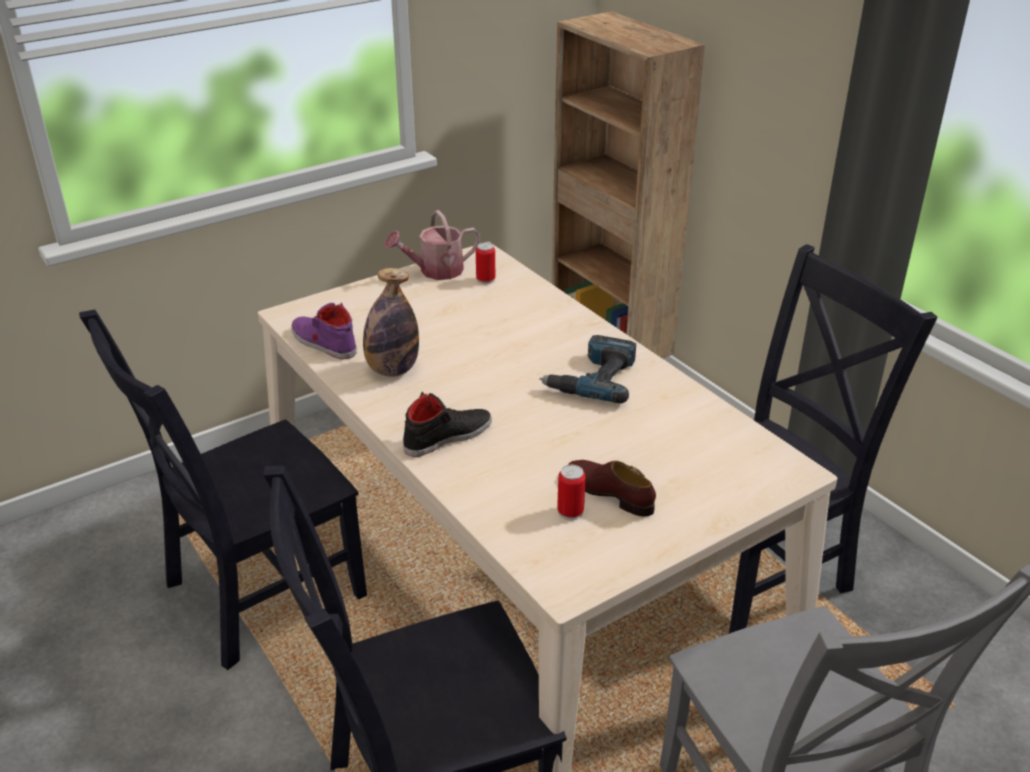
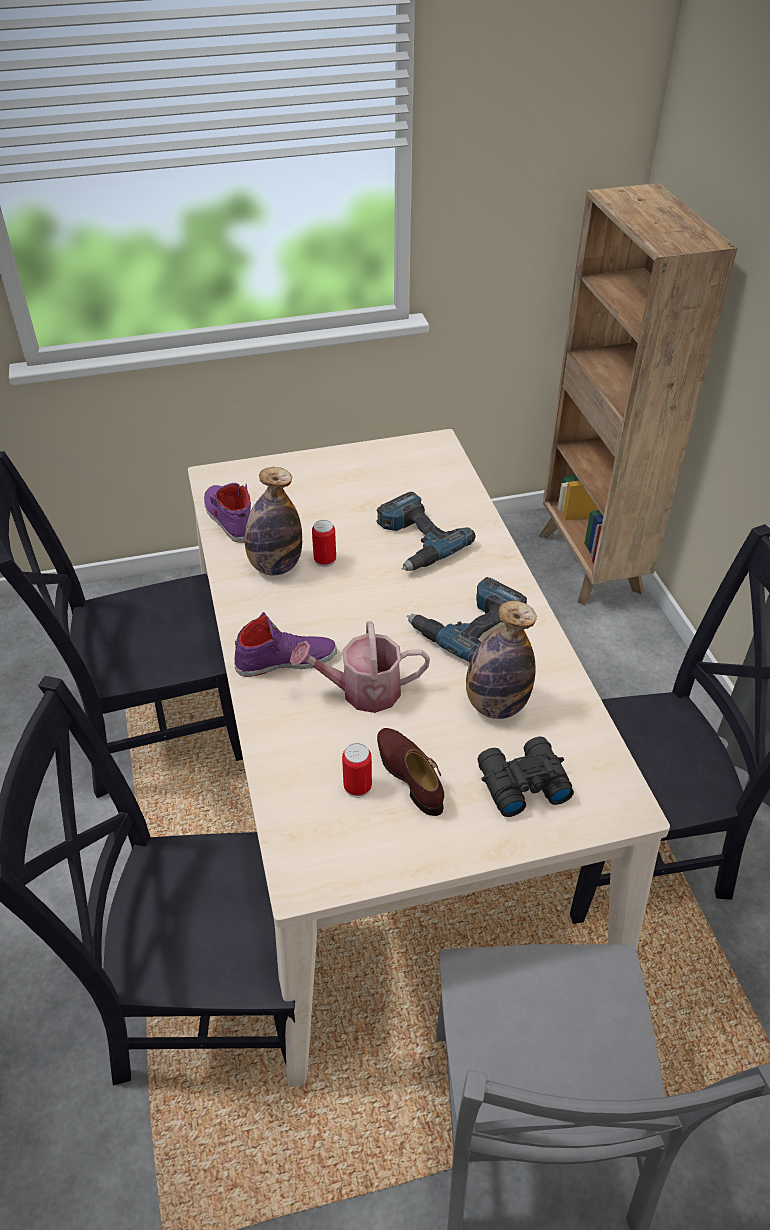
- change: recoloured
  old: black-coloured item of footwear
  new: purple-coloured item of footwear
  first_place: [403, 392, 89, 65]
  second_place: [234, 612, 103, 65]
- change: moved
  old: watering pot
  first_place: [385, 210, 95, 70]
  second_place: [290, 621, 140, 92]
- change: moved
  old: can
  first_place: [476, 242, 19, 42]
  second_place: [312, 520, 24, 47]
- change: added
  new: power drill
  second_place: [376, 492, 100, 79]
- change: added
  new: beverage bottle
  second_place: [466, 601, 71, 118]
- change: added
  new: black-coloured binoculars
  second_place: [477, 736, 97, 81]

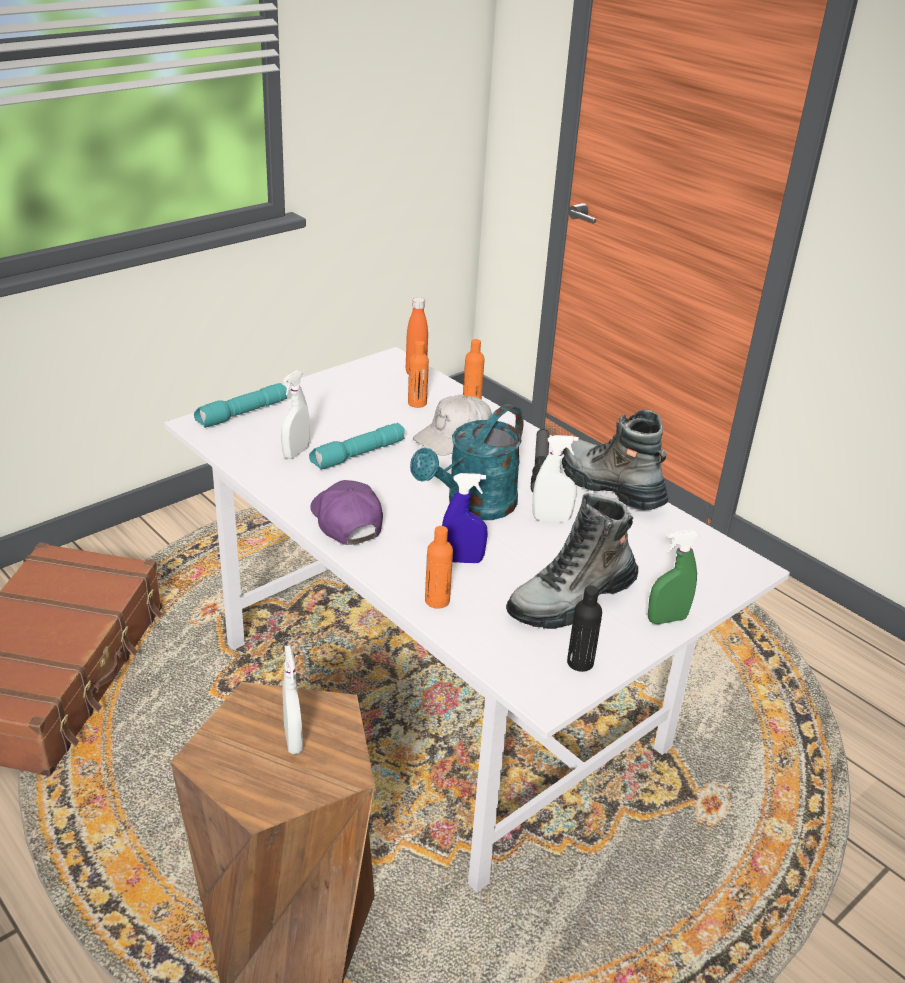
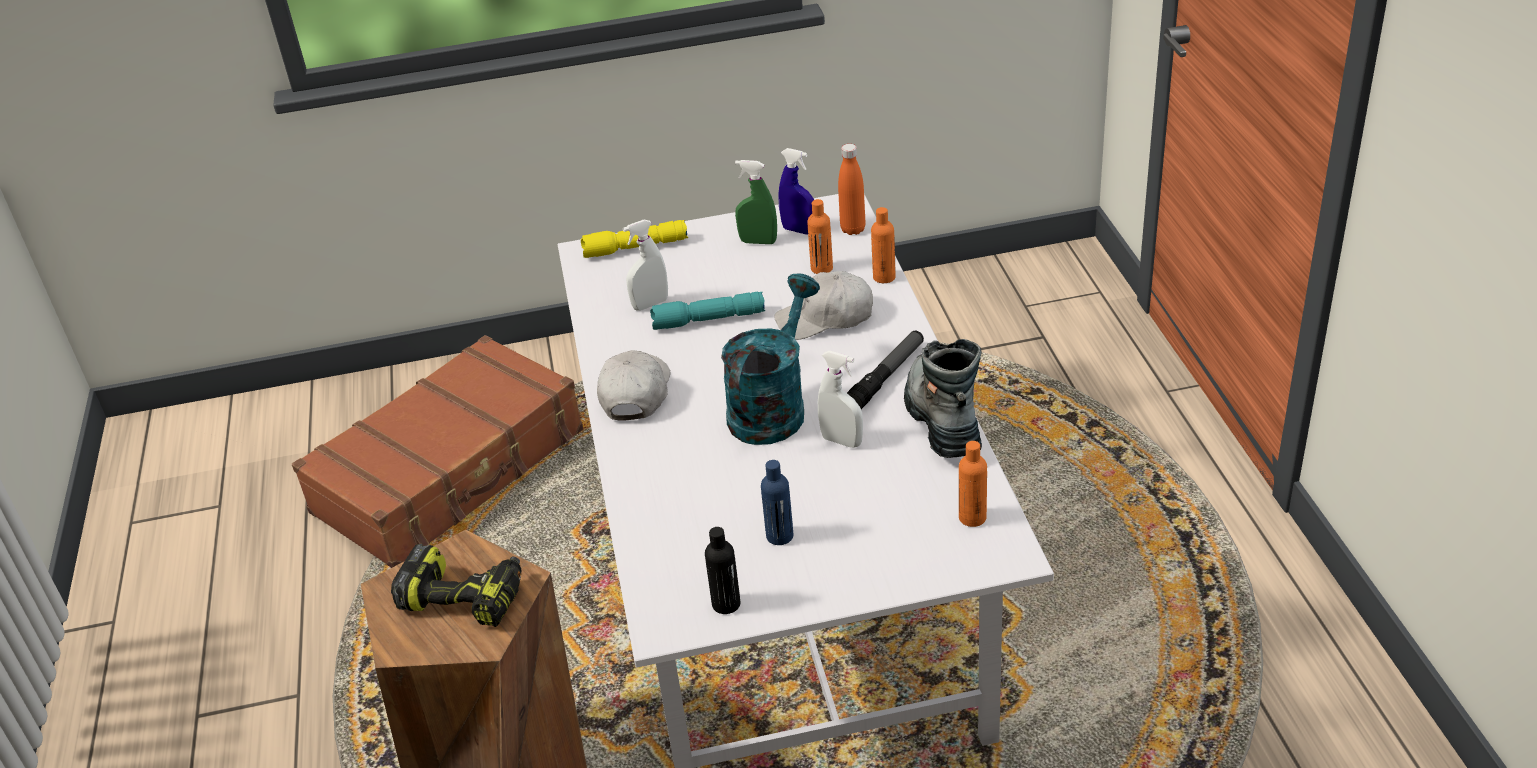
- change: replaced
  old: whitish spray bottle
  new: power drill
  first_place: [283, 645, 20, 109]
  second_place: [391, 544, 130, 83]
- change: recoloured
  old: turquoise-coloured torch
  new: yellowish torch
  first_place: [194, 383, 93, 45]
  second_place: [581, 220, 107, 38]
- change: recoloured
  old: purple-coloured peaked cap
  new: whitish peaked cap
  first_place: [310, 480, 73, 65]
  second_place: [597, 350, 73, 71]
- change: turned
  old: turquoise-coloured watering pot
  first_place: [410, 404, 114, 116]
  second_place: [721, 274, 99, 171]
  degrees: 135
- change: moved
  old: green-coloured spray bottle
  first_place: [648, 529, 52, 95]
  second_place: [735, 160, 42, 84]
- change: replaced
  old: high-top boot
  new: blue beverage bottle
  first_place: [506, 493, 132, 136]
  second_place: [761, 460, 33, 85]
- change: moved
  old: blue spray bottle
  first_place: [442, 473, 46, 90]
  second_place: [778, 148, 36, 87]
- change: moved
  old: orange beverage bottle
  first_place: [425, 526, 28, 83]
  second_place: [959, 441, 28, 86]

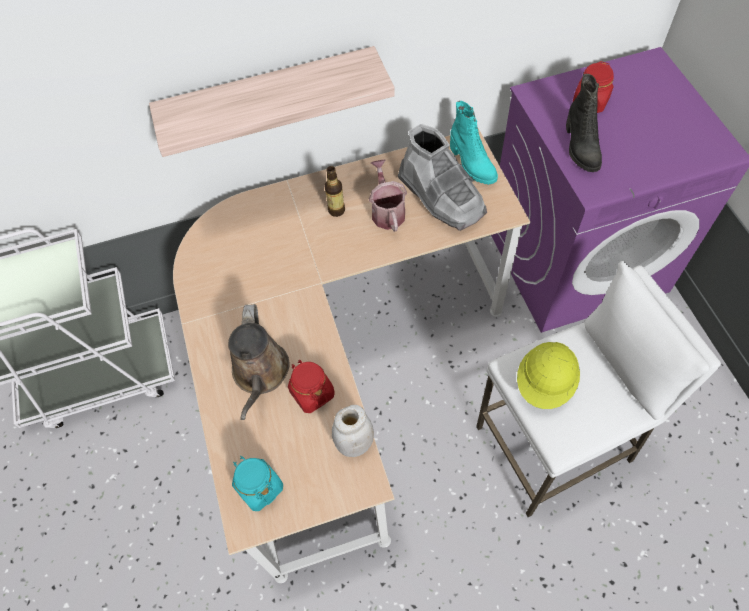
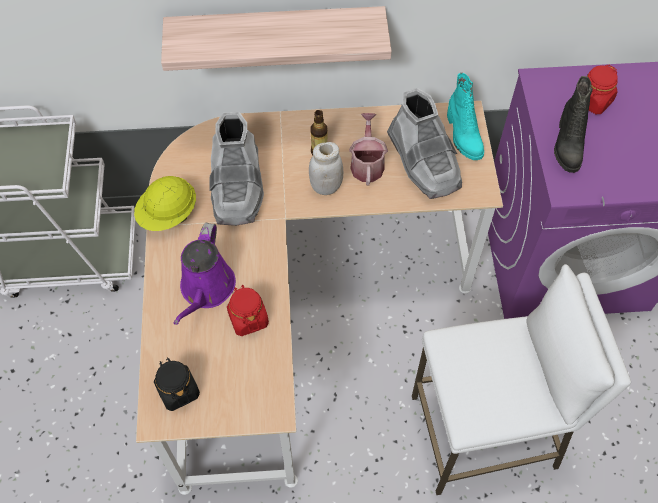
- change: moved
  old: yellowish work helmet
  first_place: [517, 342, 63, 67]
  second_place: [134, 176, 62, 55]
- change: recoloured
  old: turquoise-coloured jar
  new: black-coloured jar
  first_place: [232, 456, 51, 55]
  second_place: [154, 357, 46, 54]
- change: recoloured
  old: brown-coloured watering pot
  new: purple-coloured watering pot
  first_place: [228, 304, 62, 116]
  second_place: [174, 223, 62, 102]
- change: added
  new: greyish high-top boot
  second_place: [209, 112, 55, 114]
- change: moved
  old: whitish jar
  first_place: [332, 405, 42, 52]
  second_place: [309, 142, 34, 53]

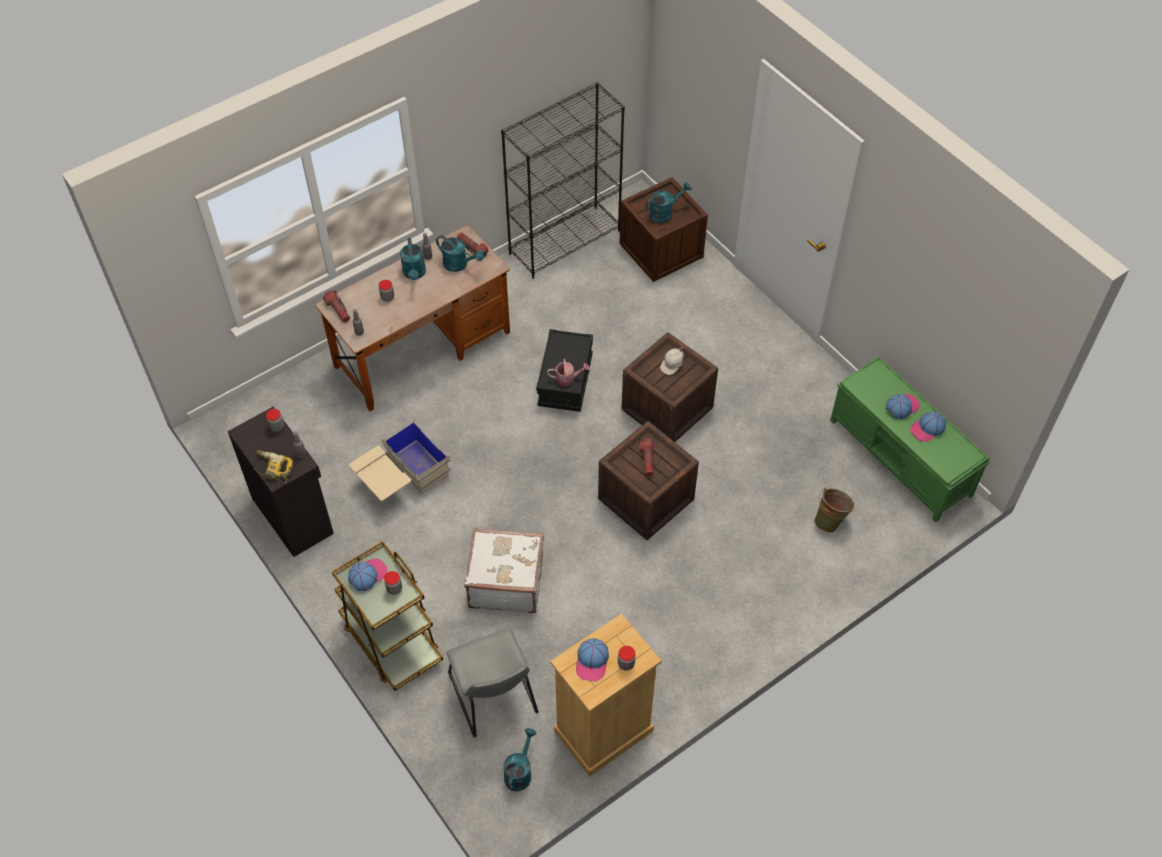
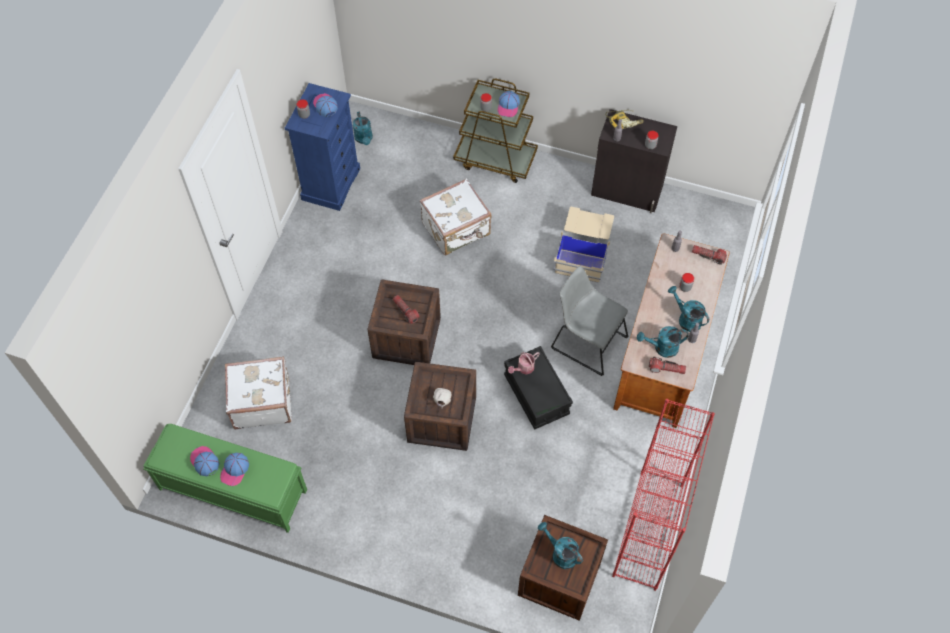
- change: turned
  old: peaked cap
  first_place: [910, 411, 36, 31]
  second_place: [190, 446, 29, 30]
  degrees: -60
- change: replaced
  old: green-coloured bucket
  new: whitish piece of luggage
  first_place: [814, 488, 40, 45]
  second_place: [225, 357, 67, 72]
- change: recoloured
  old: beige dresser
  new: blue dresser
  first_place: [550, 613, 112, 164]
  second_place: [285, 83, 75, 128]
- change: turned
  old: turquoise-coloured watering pot
  first_place: [645, 182, 46, 41]
  second_place: [538, 522, 45, 47]
  degrees: 105
- change: moved
  old: greyish chair
  first_place: [447, 629, 92, 109]
  second_place: [551, 266, 78, 110]
- change: recoloured
  old: black-coloured bookshelf
  new: red bookshelf
  first_place: [501, 82, 124, 197]
  second_place: [612, 399, 103, 192]

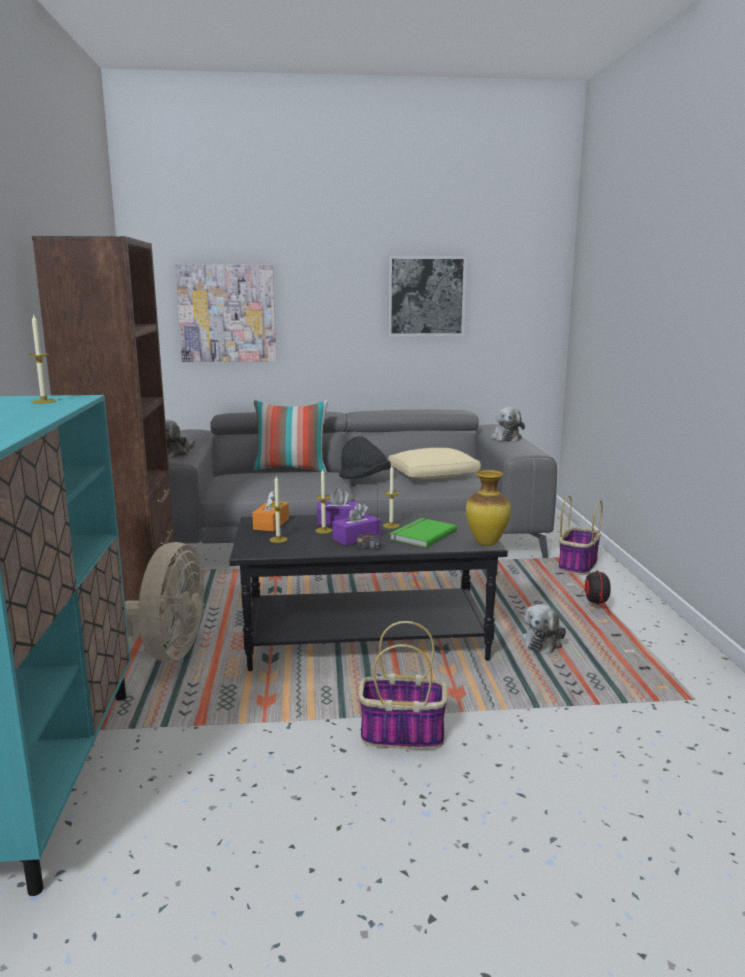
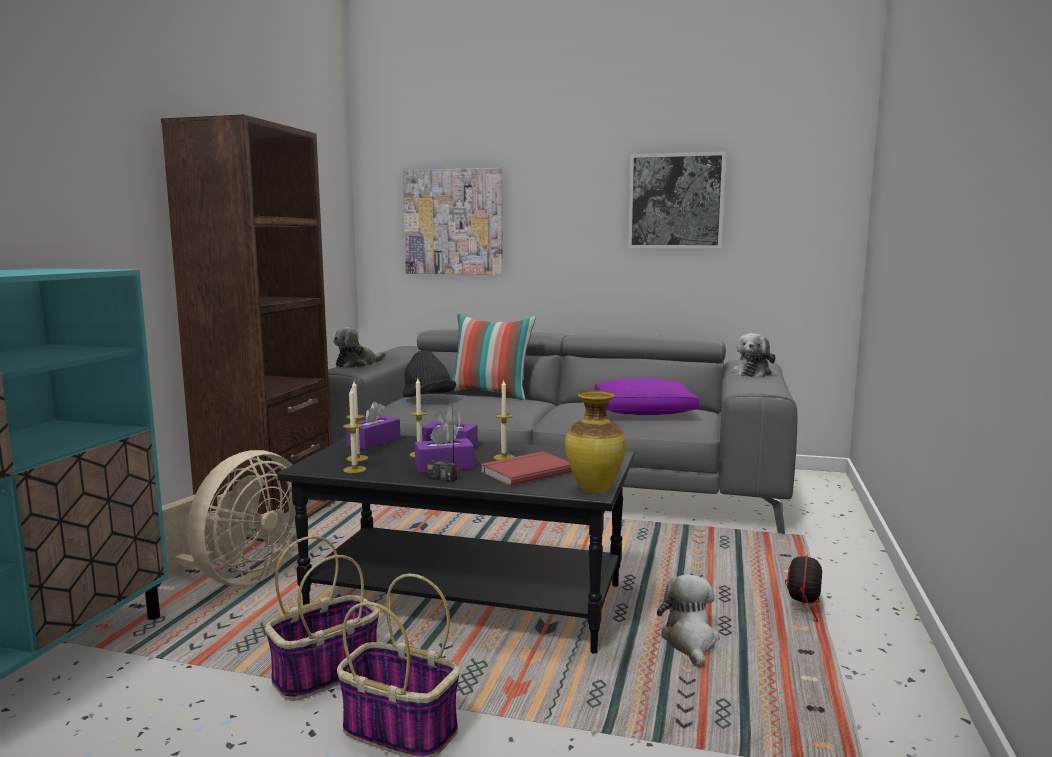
- change: moved
  old: storage basket
  first_place: [559, 495, 44, 80]
  second_place: [265, 536, 114, 165]
- change: moved
  old: wax candle
  first_place: [28, 315, 28, 88]
  second_place: [343, 388, 23, 85]
- change: recoloured
  old: orange tissue holder
  new: purple-coloured tissue holder
  first_place: [252, 490, 37, 42]
  second_place: [347, 402, 53, 48]
- change: moved
  old: black-coloured clothing hat
  first_place: [339, 436, 52, 43]
  second_place: [403, 350, 53, 47]
- change: recoloured
  old: green-coloured book
  new: red book
  first_place: [390, 518, 67, 30]
  second_place: [480, 452, 92, 34]
- change: recoloured
  old: beige cushion
  new: purple-coloured cushion
  first_place: [388, 448, 93, 31]
  second_place: [594, 378, 105, 37]
- change: turned
  old: plush toy
  first_place: [521, 604, 45, 49]
  second_place: [657, 574, 63, 95]
  degrees: 135

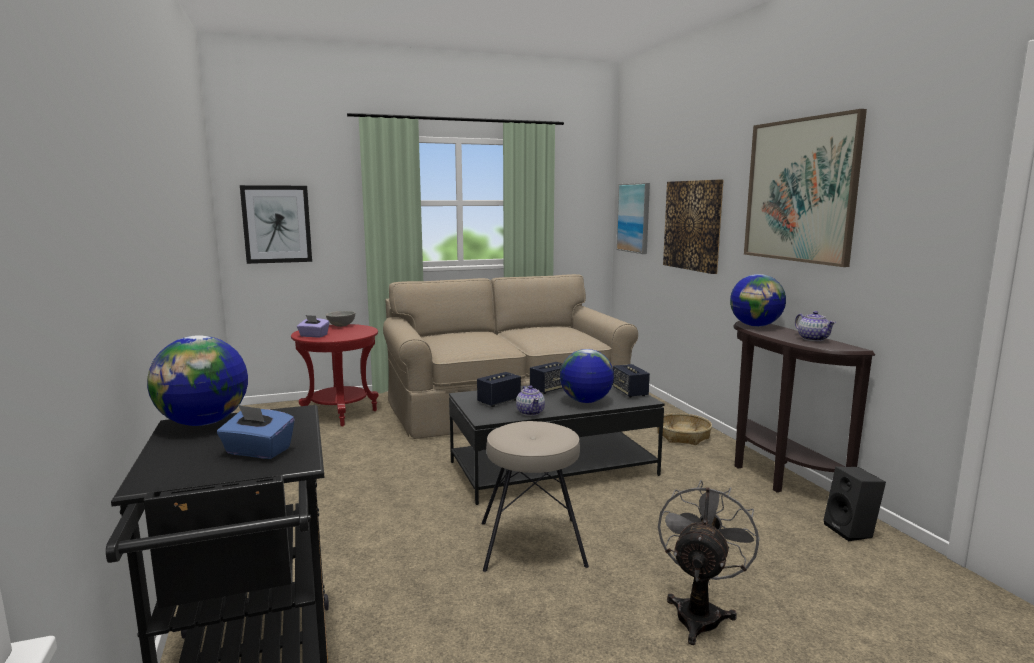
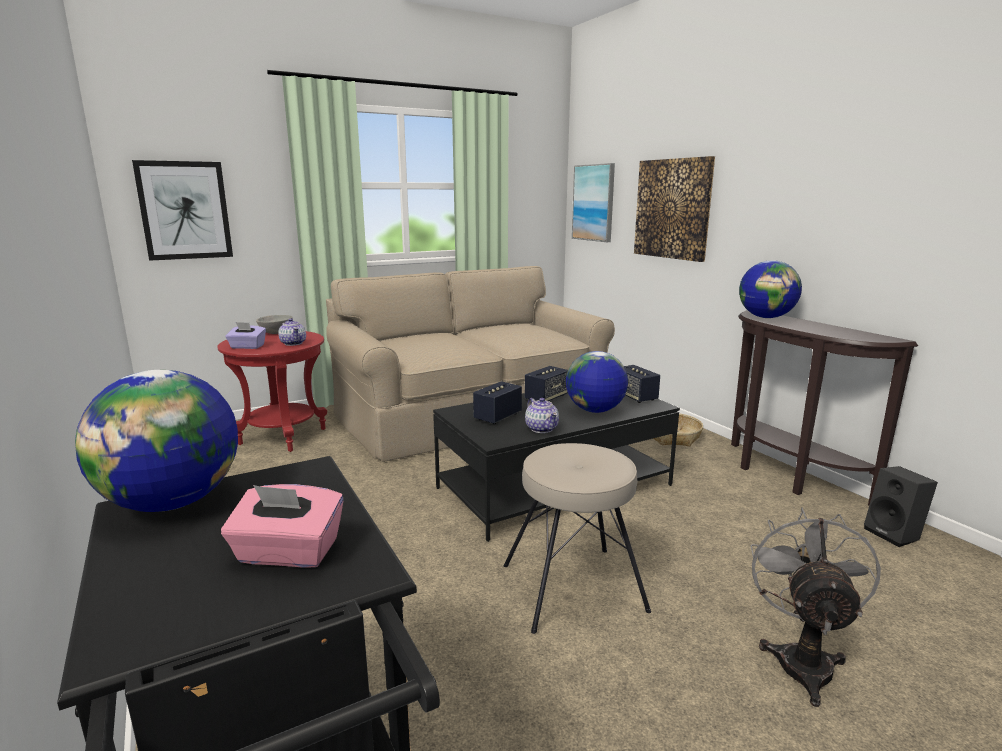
- change: recoloured
  old: blue tissue holder
  new: pink-coloured tissue holder
  first_place: [217, 405, 78, 54]
  second_place: [221, 484, 123, 84]
- change: moved
  old: tea pot
  first_place: [795, 311, 41, 30]
  second_place: [278, 318, 28, 28]
- change: removed
  old: picture
  first_place: [744, 109, 123, 158]

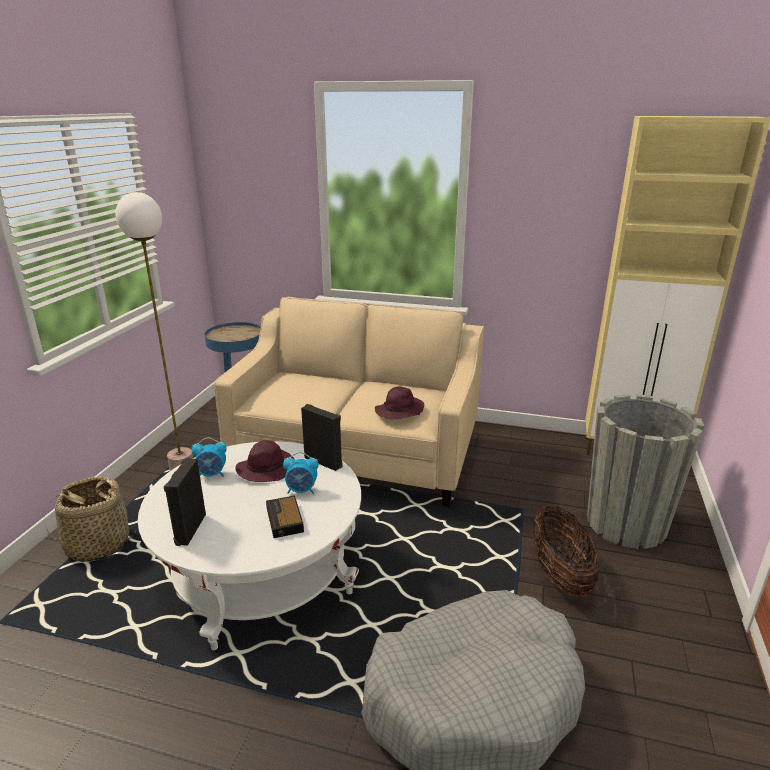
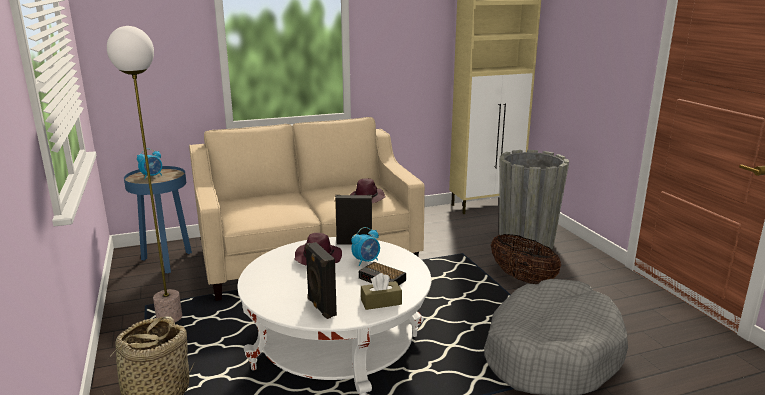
- change: moved
  old: bedside clock
  first_place: [191, 438, 36, 39]
  second_place: [137, 149, 25, 30]
- change: added
  new: brown-coloured tissue holder
  second_place: [361, 273, 41, 37]

